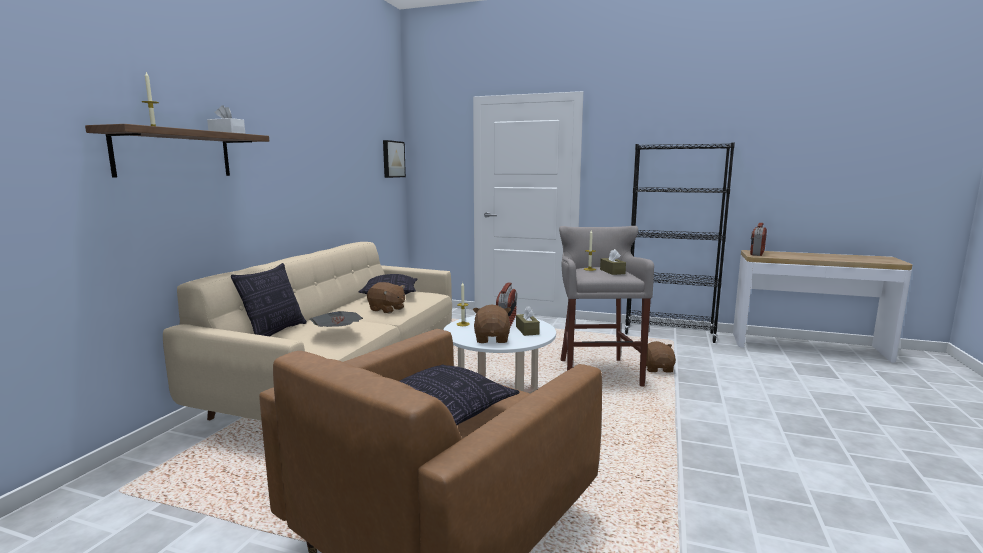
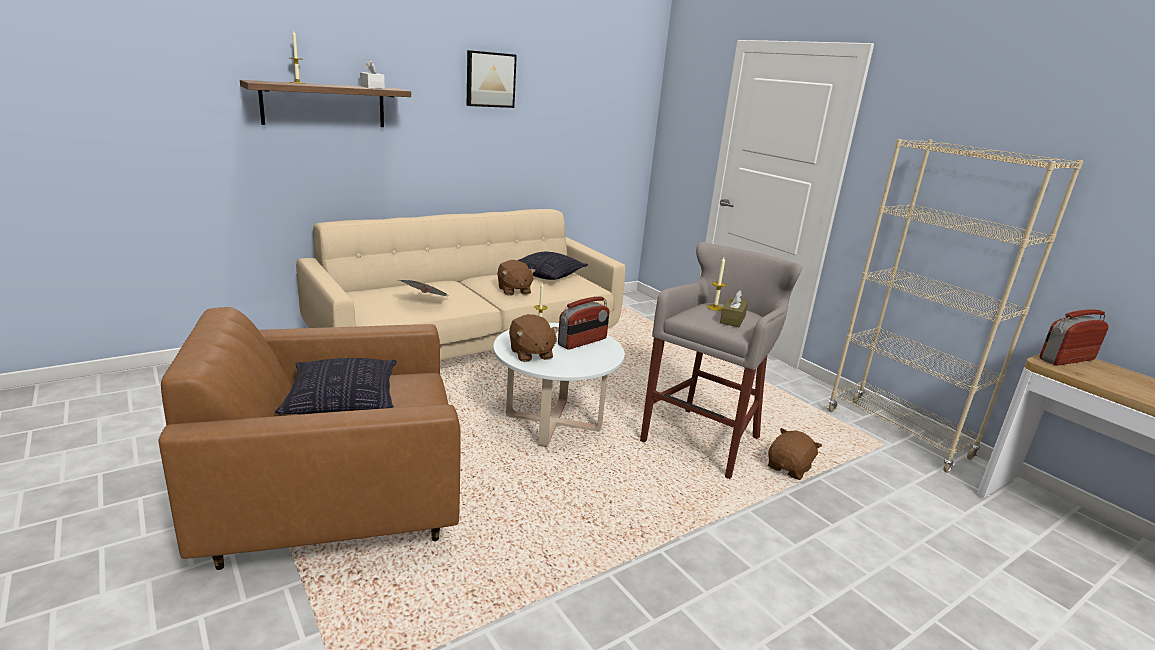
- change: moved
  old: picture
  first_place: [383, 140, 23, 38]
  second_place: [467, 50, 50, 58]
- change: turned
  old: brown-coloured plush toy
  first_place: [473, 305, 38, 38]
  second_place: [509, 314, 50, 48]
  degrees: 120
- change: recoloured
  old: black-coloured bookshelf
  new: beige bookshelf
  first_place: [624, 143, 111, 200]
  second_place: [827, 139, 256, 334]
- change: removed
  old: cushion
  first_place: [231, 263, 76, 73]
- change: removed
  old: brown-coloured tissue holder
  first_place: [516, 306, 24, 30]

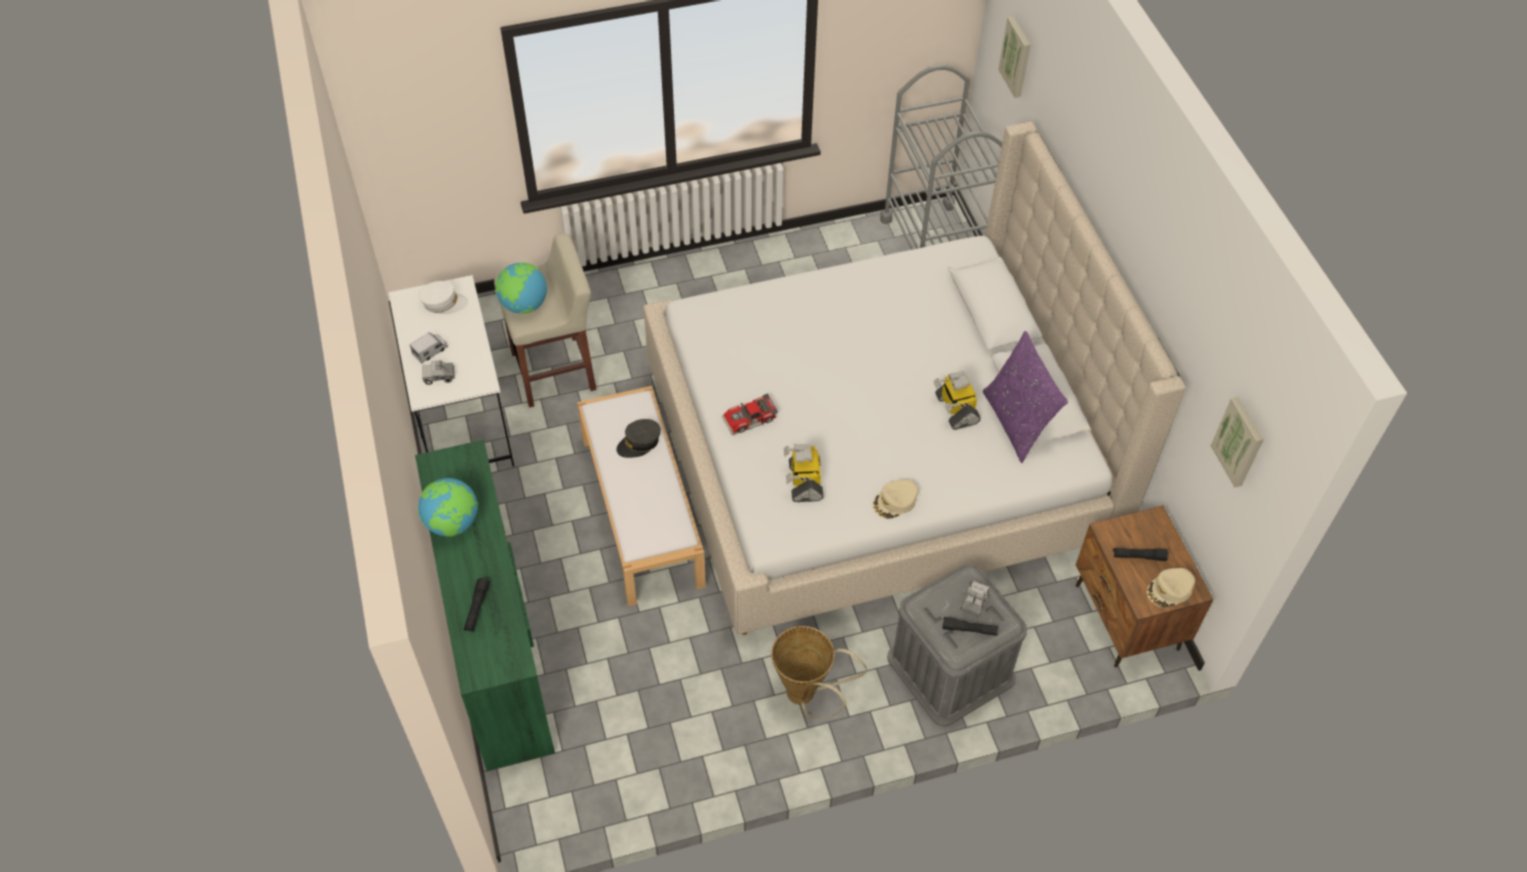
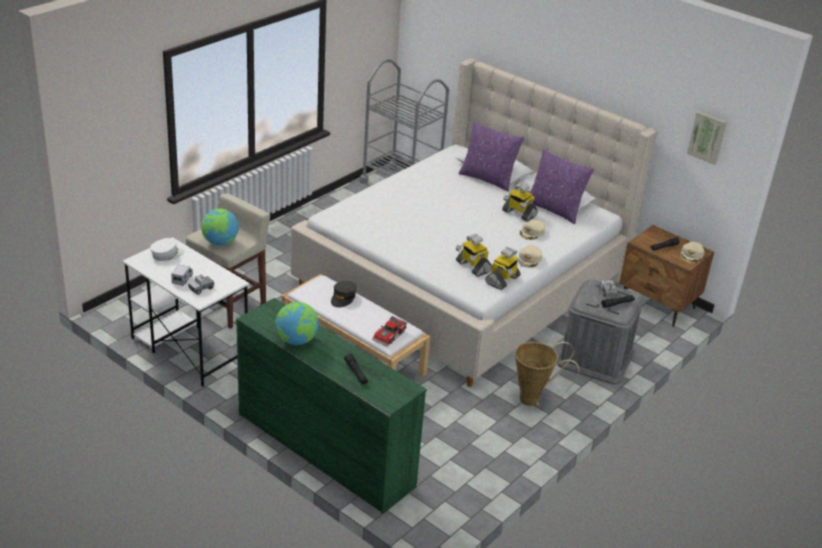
- change: moved
  old: toy car
  first_place: [722, 393, 56, 42]
  second_place: [372, 316, 35, 31]
- change: added
  new: purple-coloured cushion
  second_place: [459, 121, 65, 71]
- change: added
  new: toy robot
  second_place: [485, 247, 40, 43]
- change: added
  new: beige peaked cap
  second_place: [519, 220, 26, 20]
- change: removed
  old: picture
  first_place: [998, 16, 33, 82]

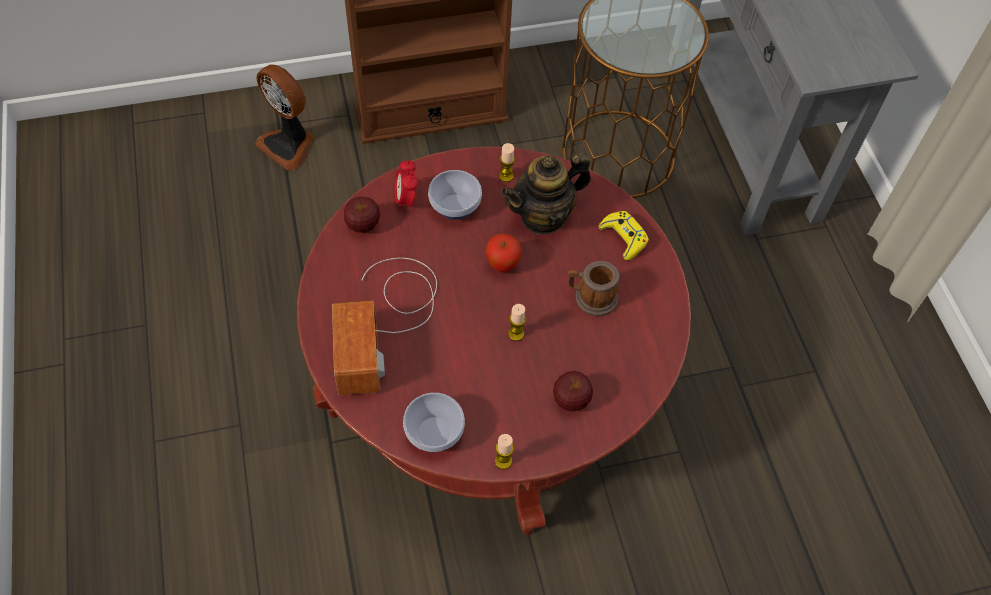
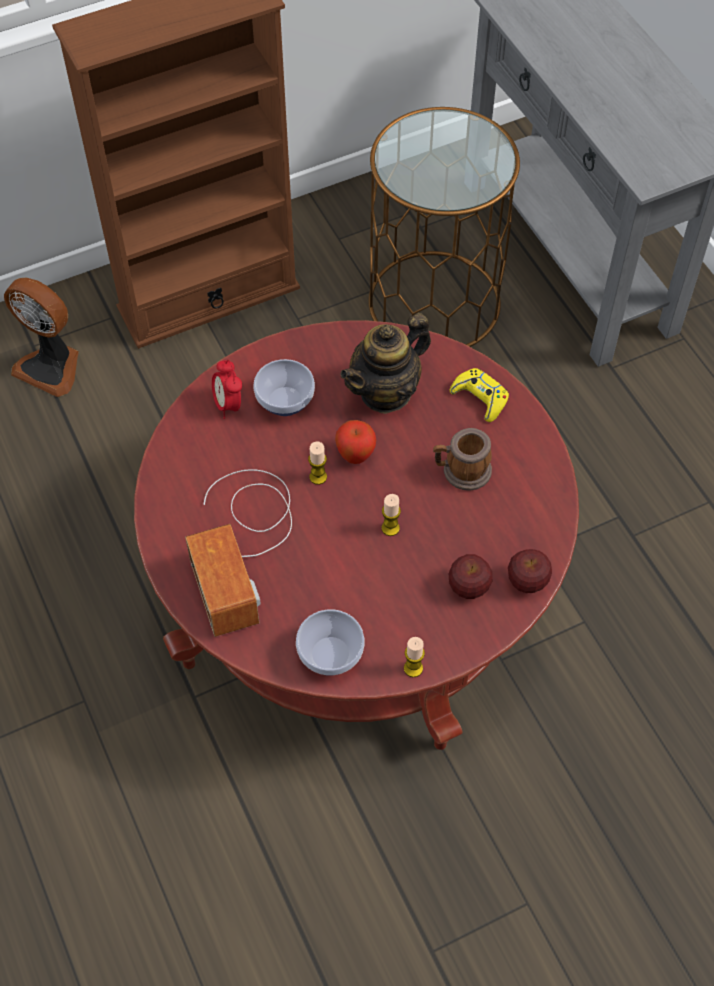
- change: moved
  old: wax candle
  first_place: [499, 143, 16, 39]
  second_place: [308, 441, 19, 44]
- change: moved
  old: apple fruit
  first_place: [344, 197, 36, 36]
  second_place: [508, 549, 44, 44]

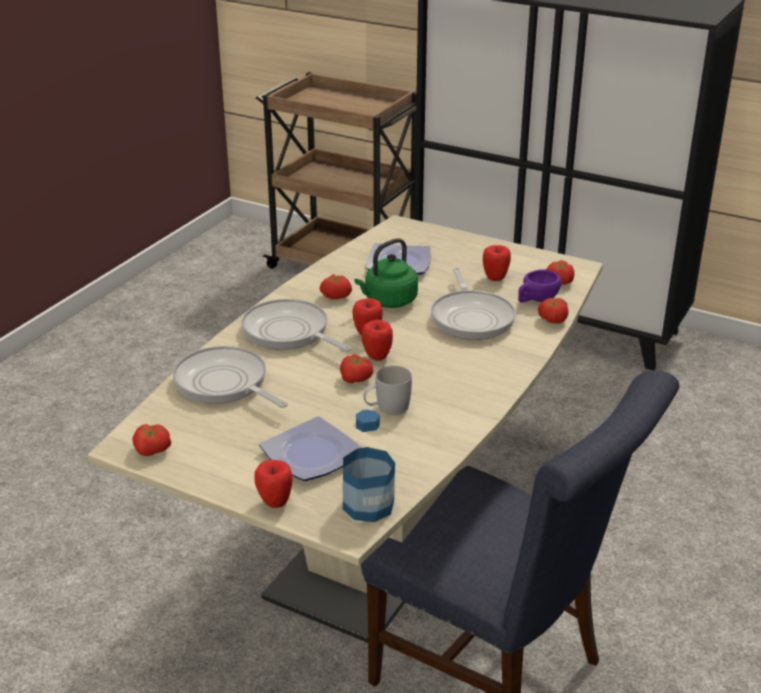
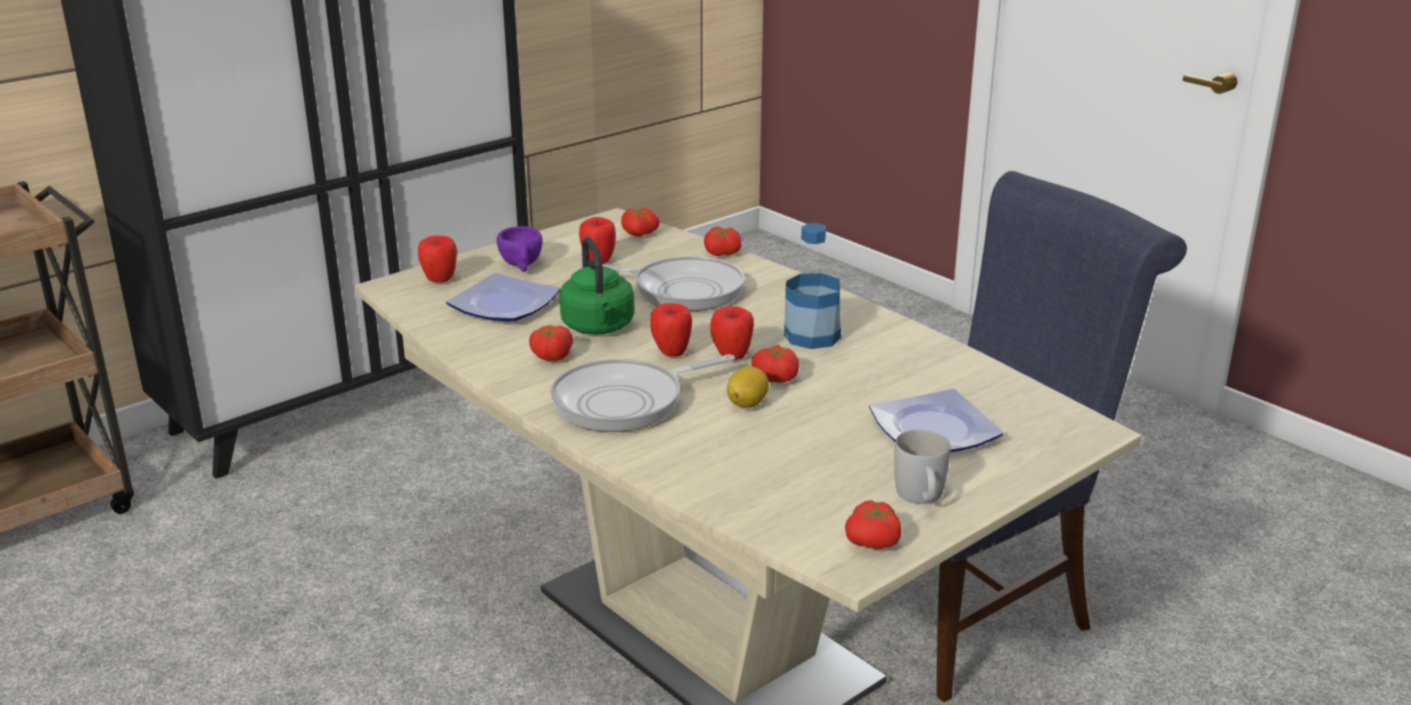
- change: moved
  old: apple fruit
  first_place: [254, 460, 39, 48]
  second_place: [418, 236, 39, 47]
- change: moved
  old: purple-coloured small cup
  first_place: [518, 269, 44, 34]
  second_place: [497, 226, 46, 46]
- change: added
  new: lemon
  second_place: [727, 366, 42, 42]
- change: moved
  old: beverage bottle
  first_place: [343, 410, 52, 112]
  second_place: [784, 223, 57, 126]
- change: moved
  old: whitish mug
  first_place: [363, 366, 49, 49]
  second_place: [894, 429, 57, 75]
- change: removed
  old: pan
  first_place: [173, 346, 115, 62]

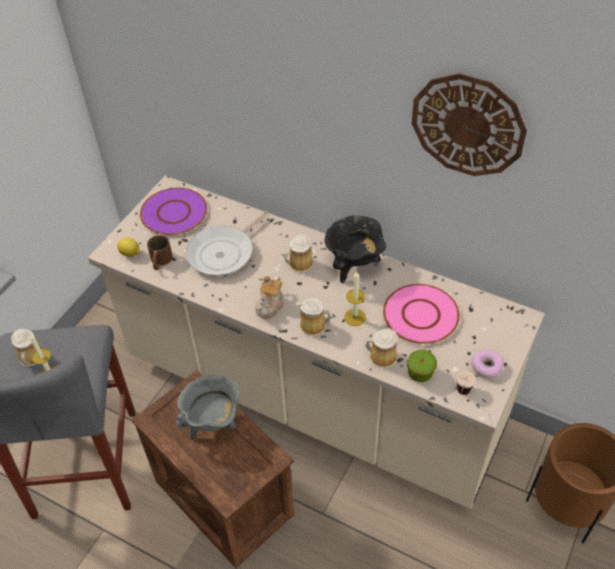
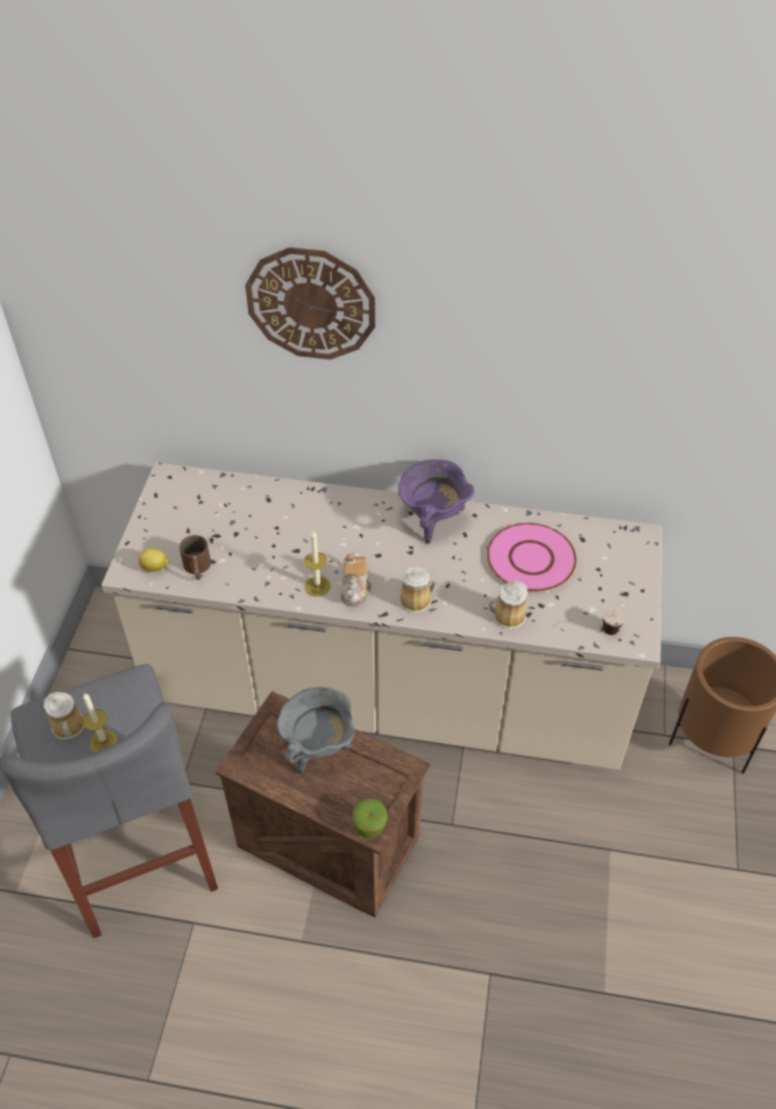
- change: moved
  old: wall clock
  first_place: [412, 73, 115, 103]
  second_place: [245, 247, 130, 113]
- change: moved
  old: wax candle
  first_place: [344, 272, 22, 54]
  second_place: [304, 531, 27, 66]
- change: moved
  old: apple fruit
  first_place: [407, 350, 30, 32]
  second_place: [352, 798, 36, 40]
- change: recoloured
  old: black-coloured stockpot
  new: purple-coloured stockpot
  first_place: [324, 216, 63, 67]
  second_place: [398, 459, 76, 85]
- change: removed
  old: purple-coloured flat dish
  first_place: [140, 188, 67, 47]
- change: removed
  old: pan
  first_place: [185, 211, 83, 65]
- change: removed
  old: mug
  first_place: [284, 235, 29, 37]
- change: removed
  old: donut
  first_place: [471, 350, 33, 29]

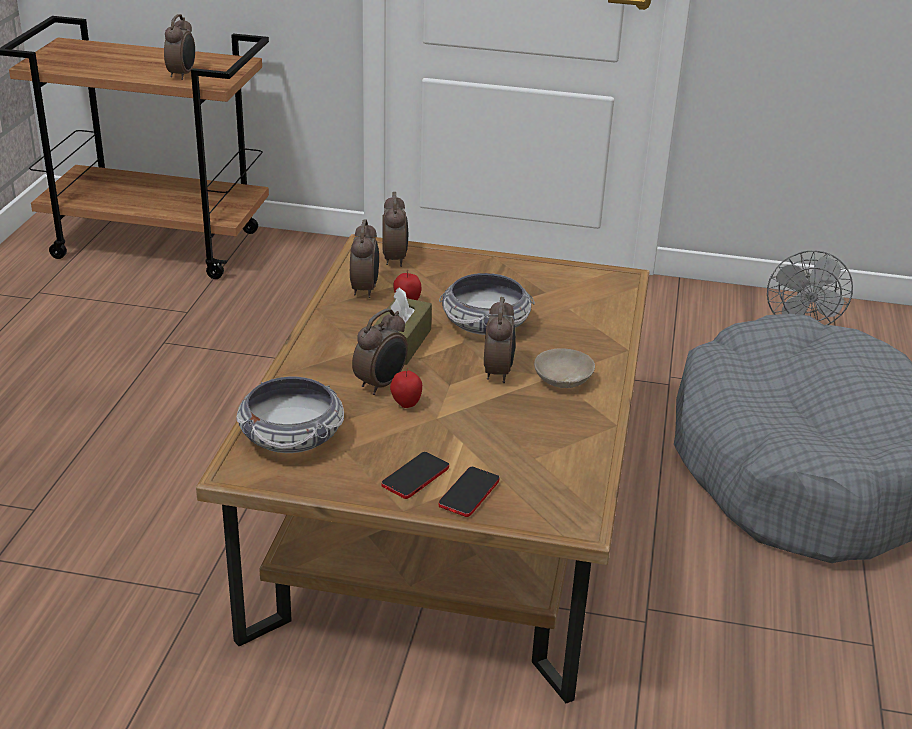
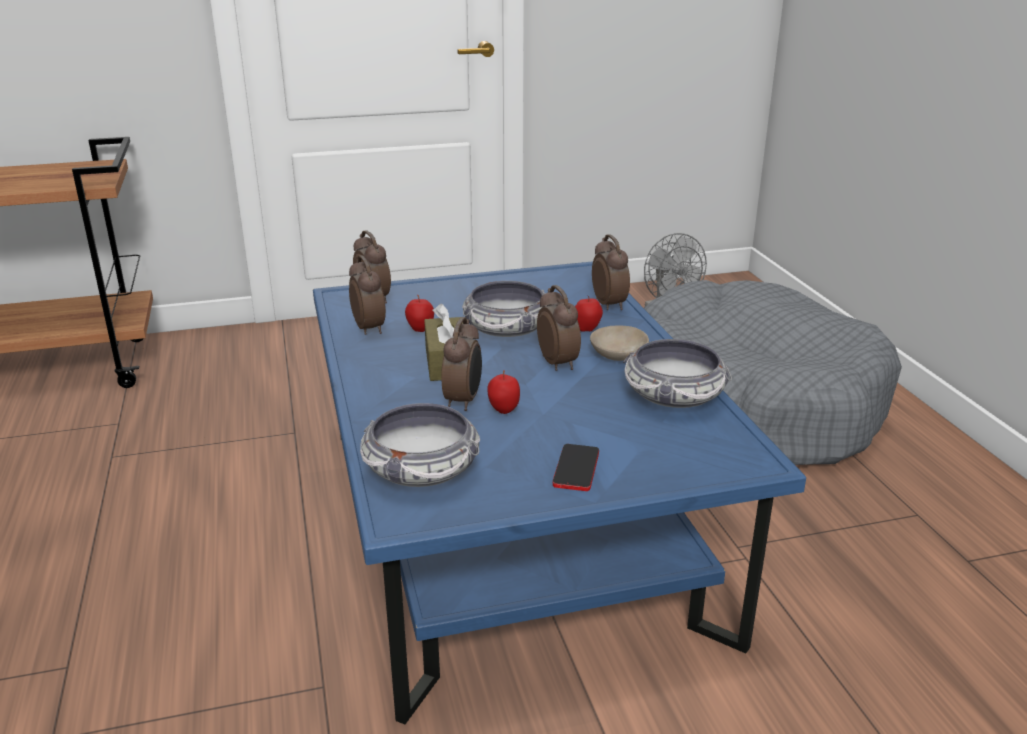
- change: recoloured
  old: brown-coloured low table
  new: blue low table
  first_place: [196, 234, 454, 469]
  second_place: [313, 261, 493, 463]
- change: added
  new: apple fruit
  second_place: [575, 295, 28, 37]
- change: moved
  old: bedside clock
  first_place: [164, 14, 31, 66]
  second_place: [592, 234, 38, 76]
- change: added
  new: serving bowl
  second_place: [623, 339, 109, 69]
- change: removed
  old: handset
  first_place: [439, 467, 61, 50]

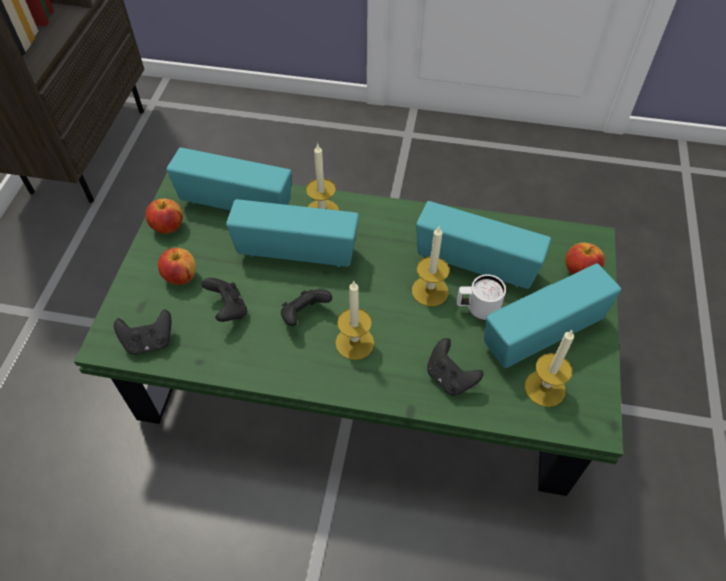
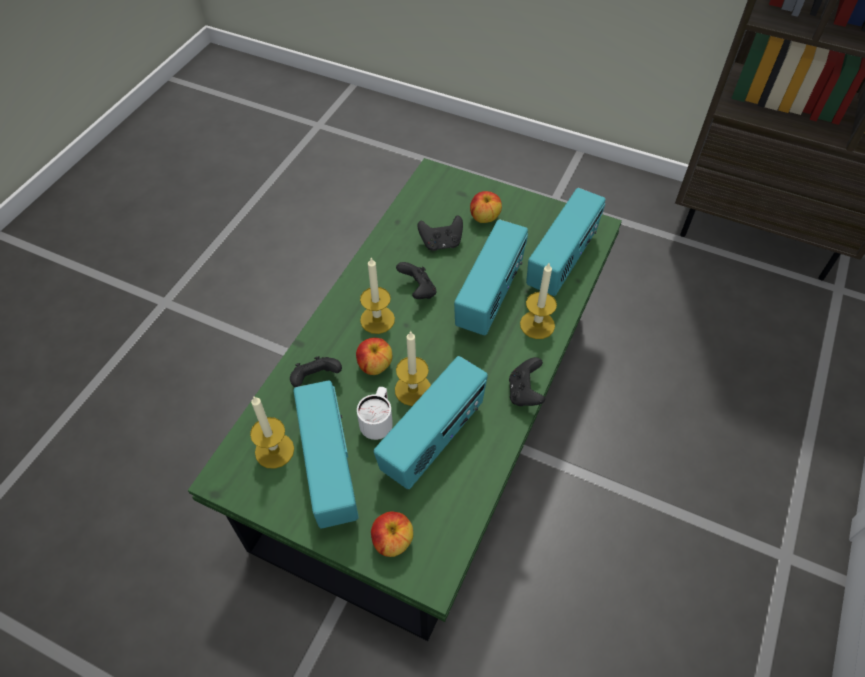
- change: moved
  old: apple fruit
  first_place: [146, 198, 37, 36]
  second_place: [356, 338, 36, 37]
- change: moved
  old: black-coloured gamepad
  first_place: [114, 309, 57, 46]
  second_place: [509, 357, 37, 49]

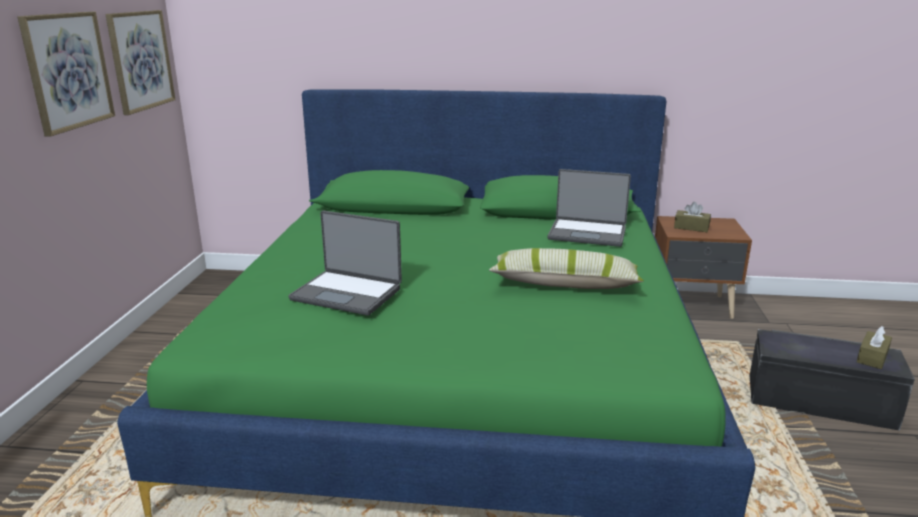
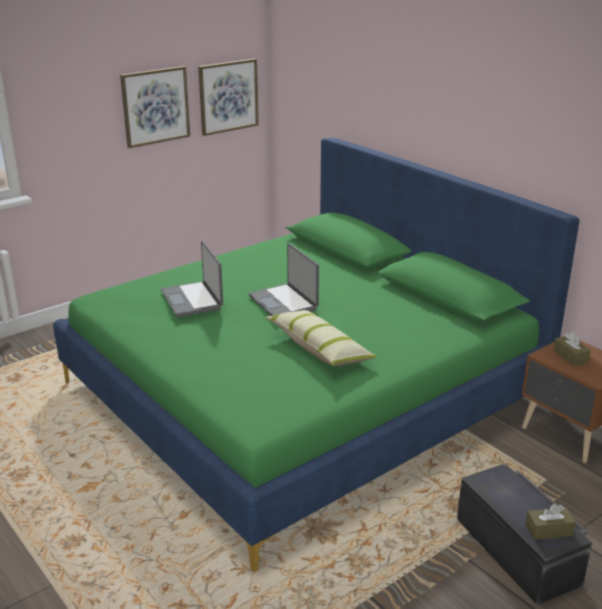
- change: moved
  old: portable computer
  first_place: [548, 169, 83, 78]
  second_place: [249, 243, 70, 73]

